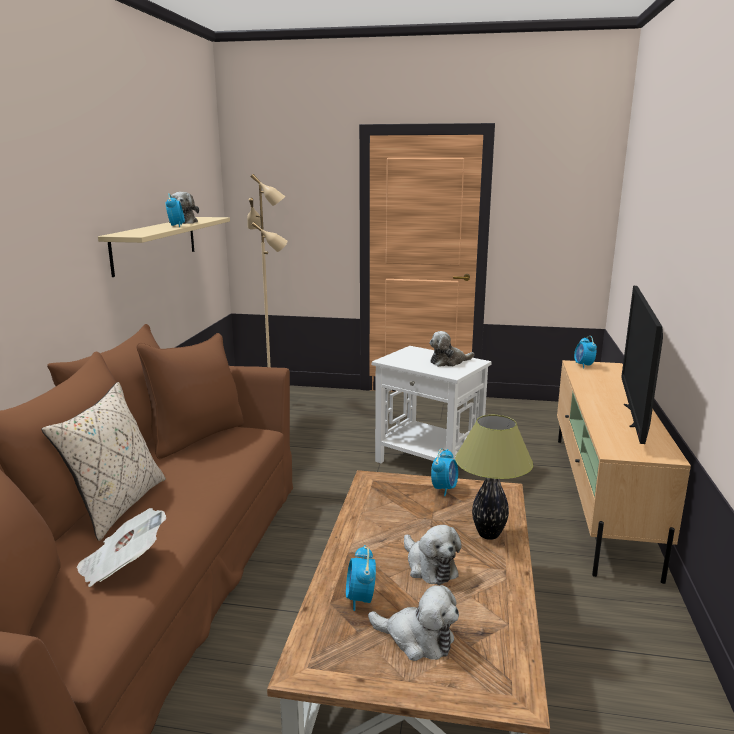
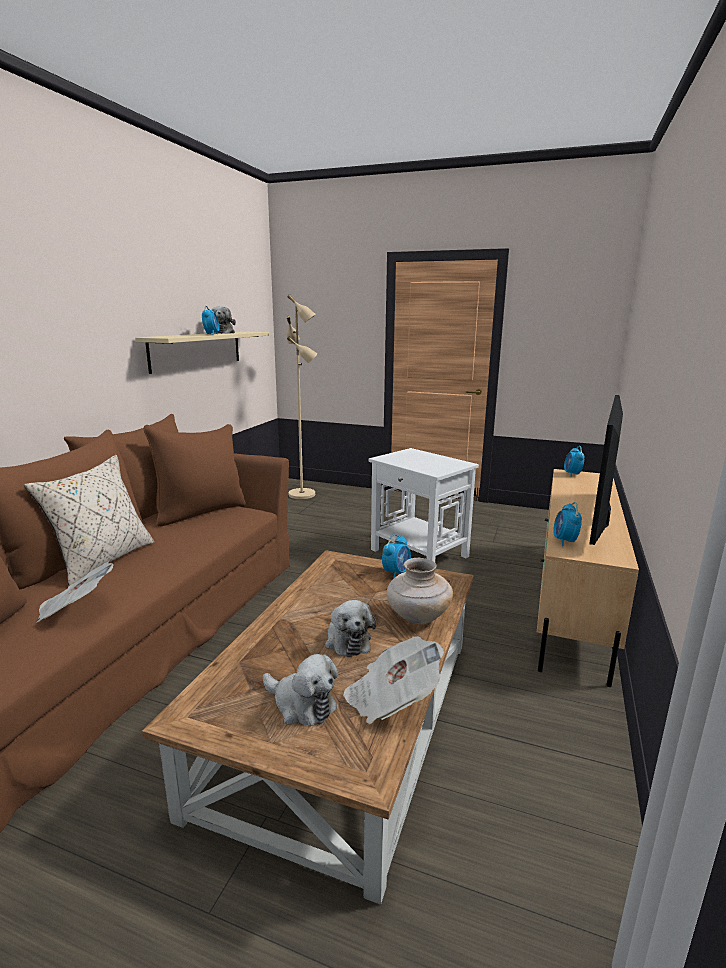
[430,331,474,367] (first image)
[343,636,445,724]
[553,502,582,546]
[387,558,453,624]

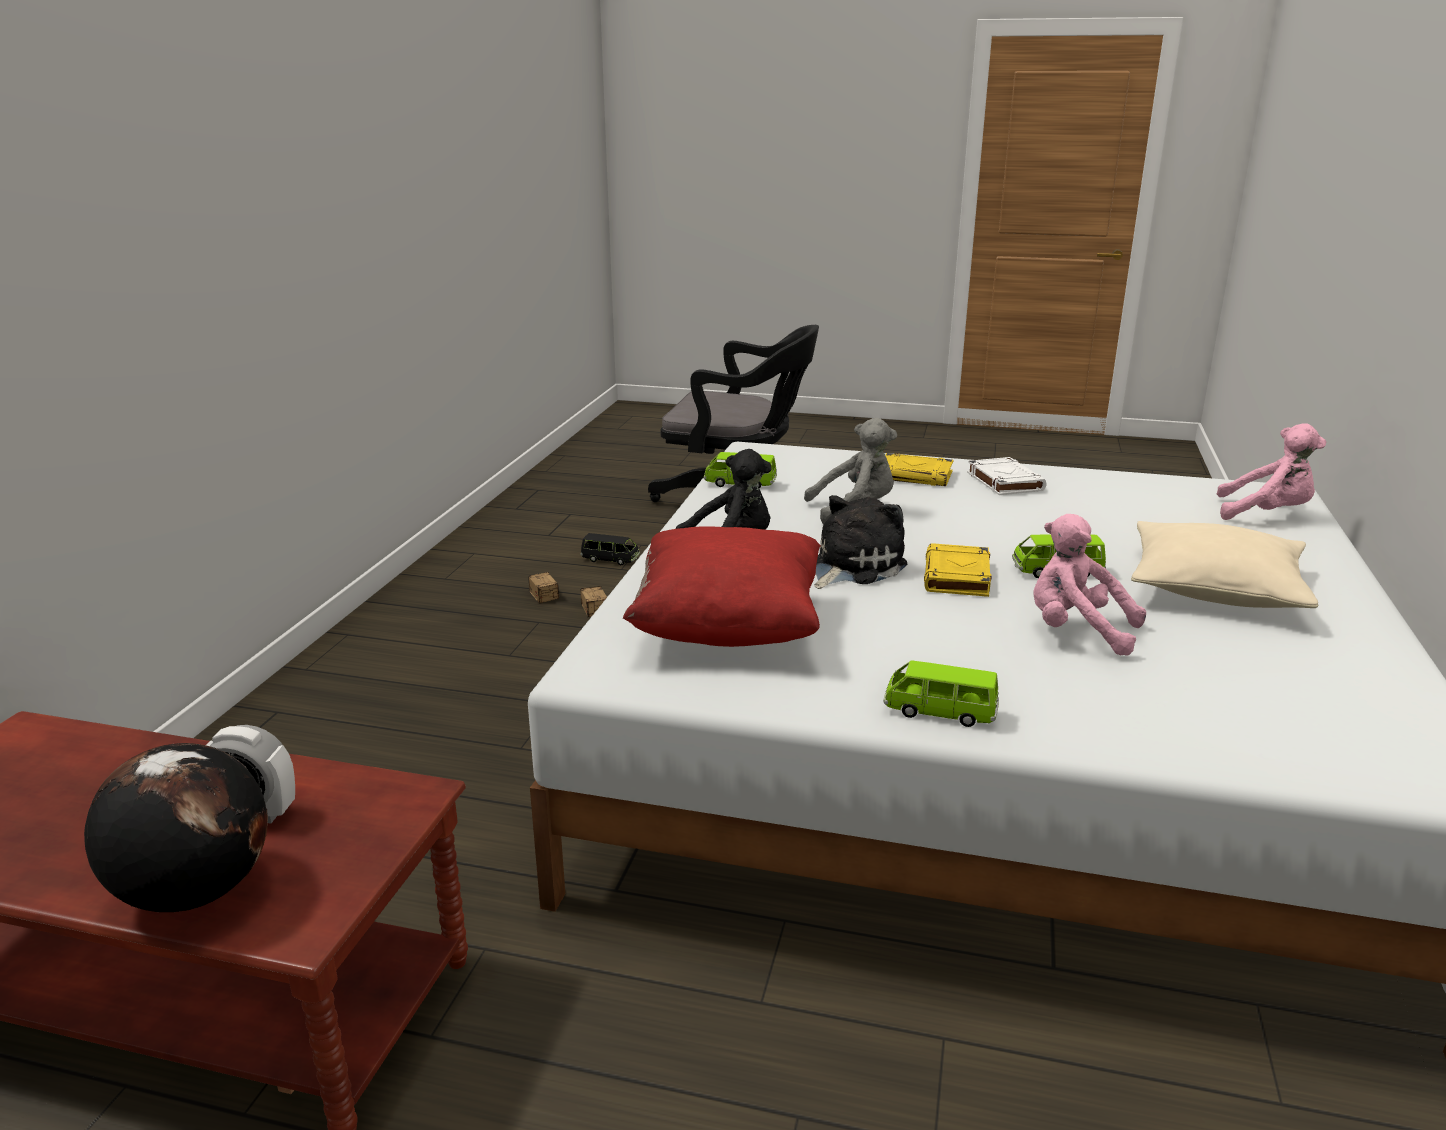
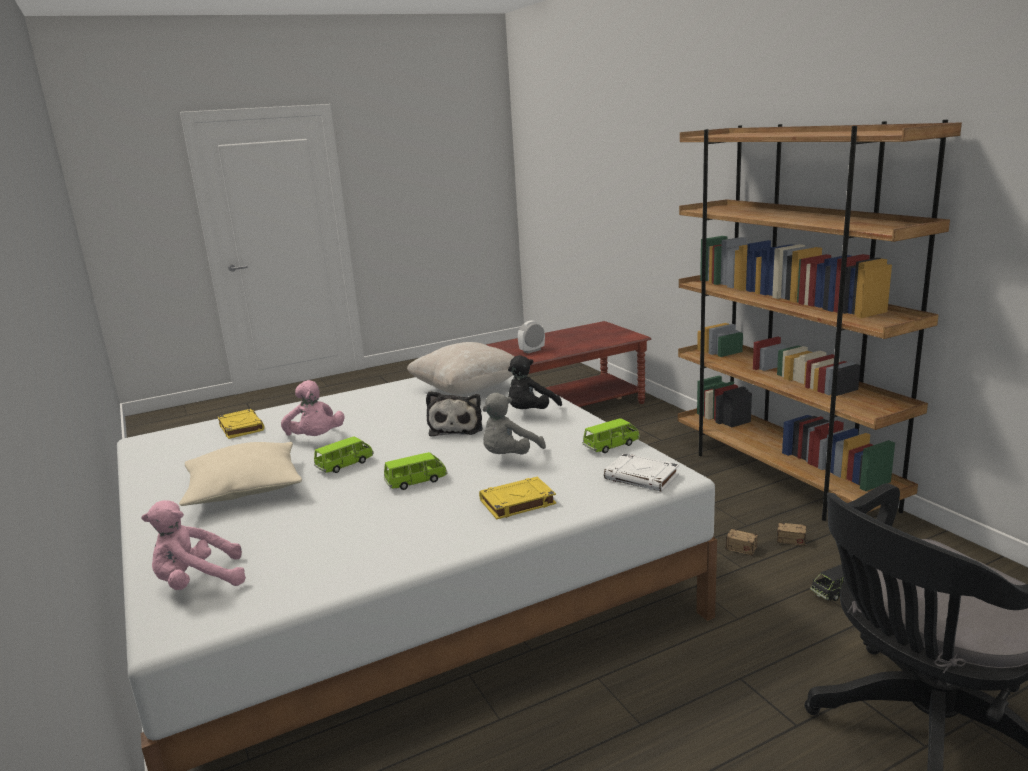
[84,743,268,912] (first image)
[678,120,962,521]
[384,452,448,490]
[218,409,264,439]
[604,453,679,492]
[407,342,515,394]
[281,380,345,436]

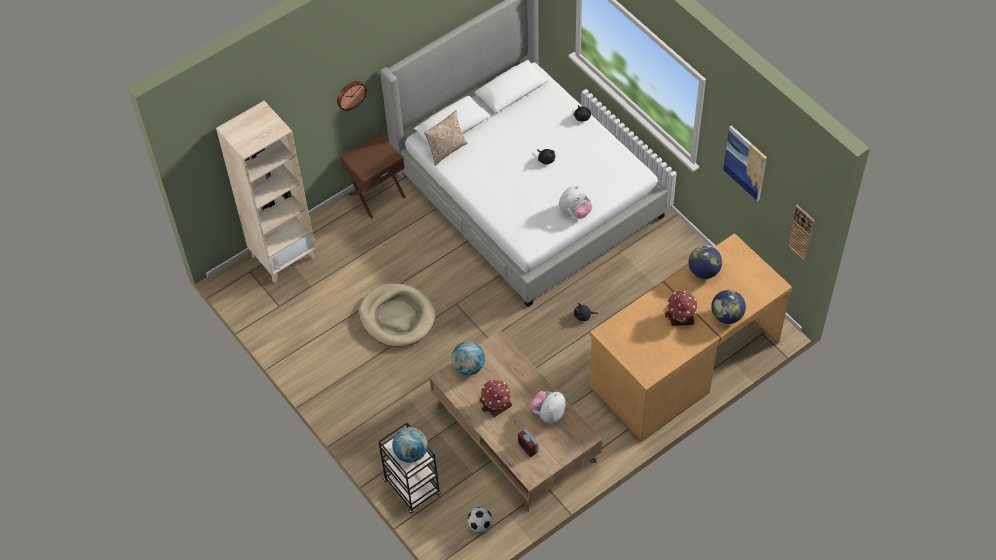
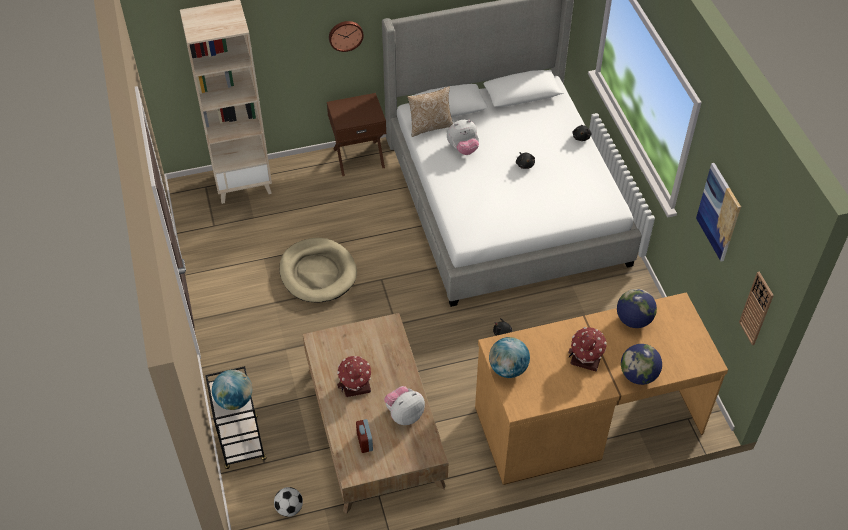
[489,337,530,378]
[447,120,479,155]

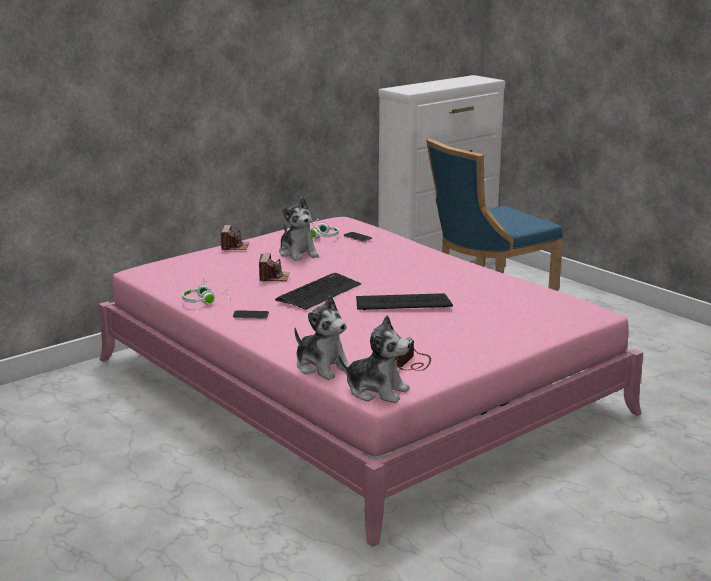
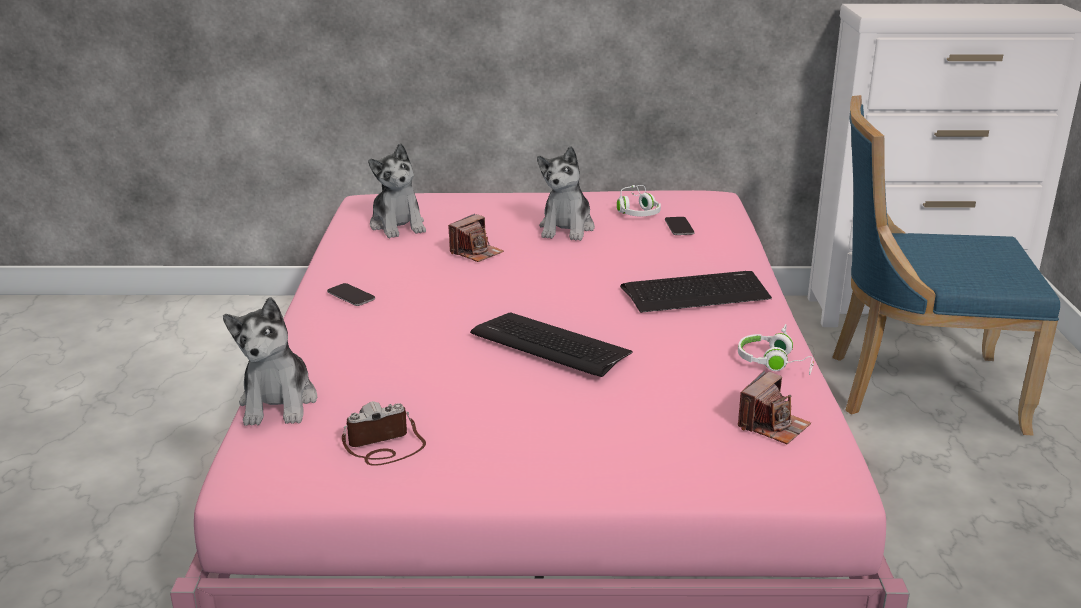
[738,324,814,375]
[738,370,811,444]
[620,271,772,313]
[368,143,426,238]

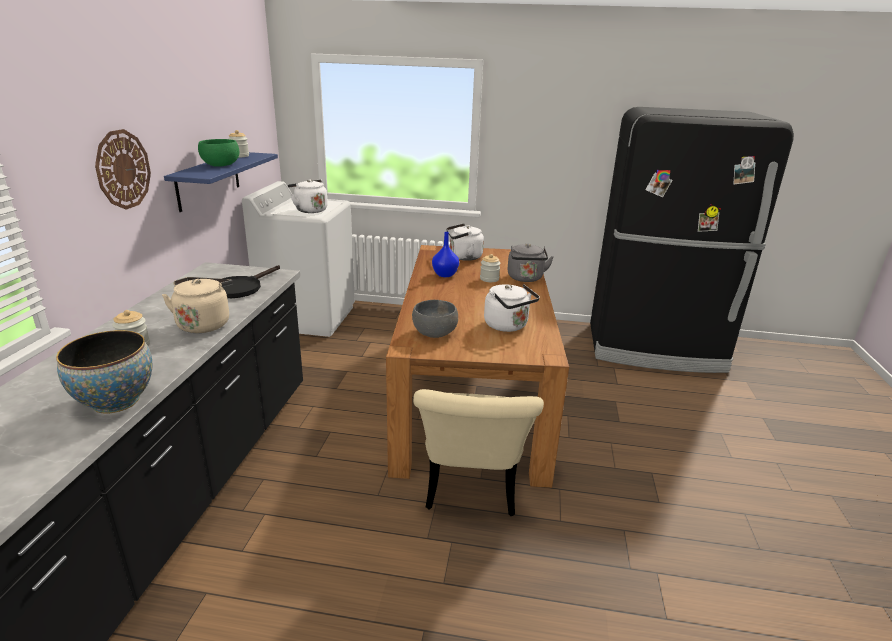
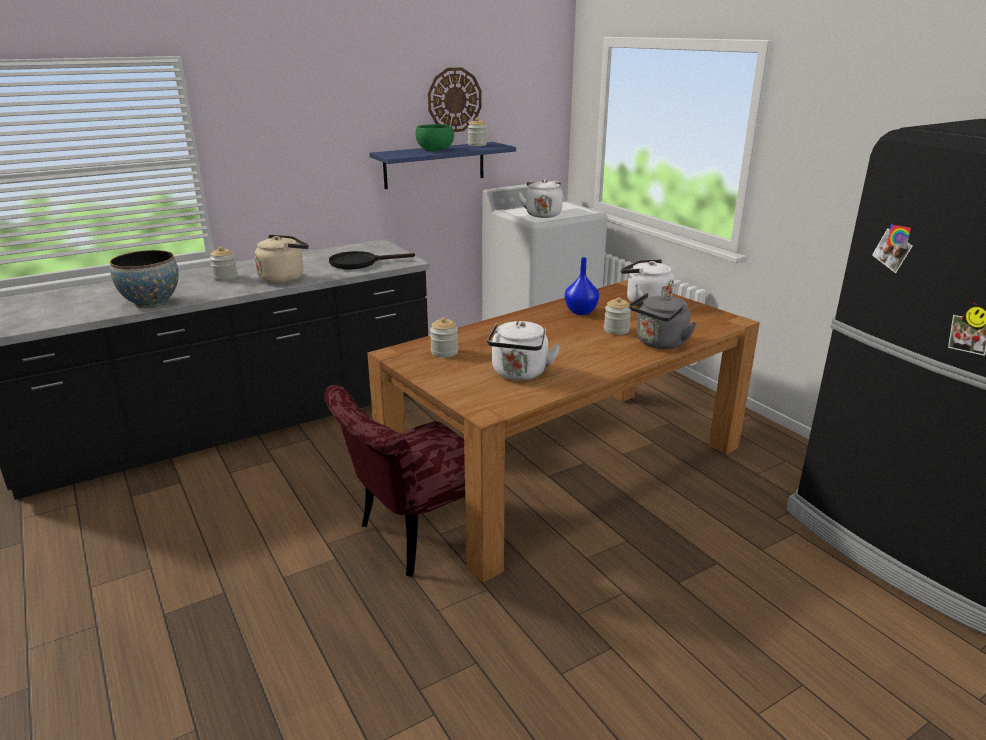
[428,67,482,132]
[430,317,458,358]
[324,385,465,577]

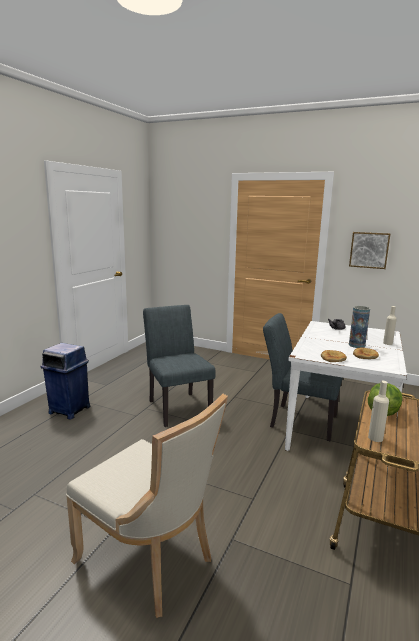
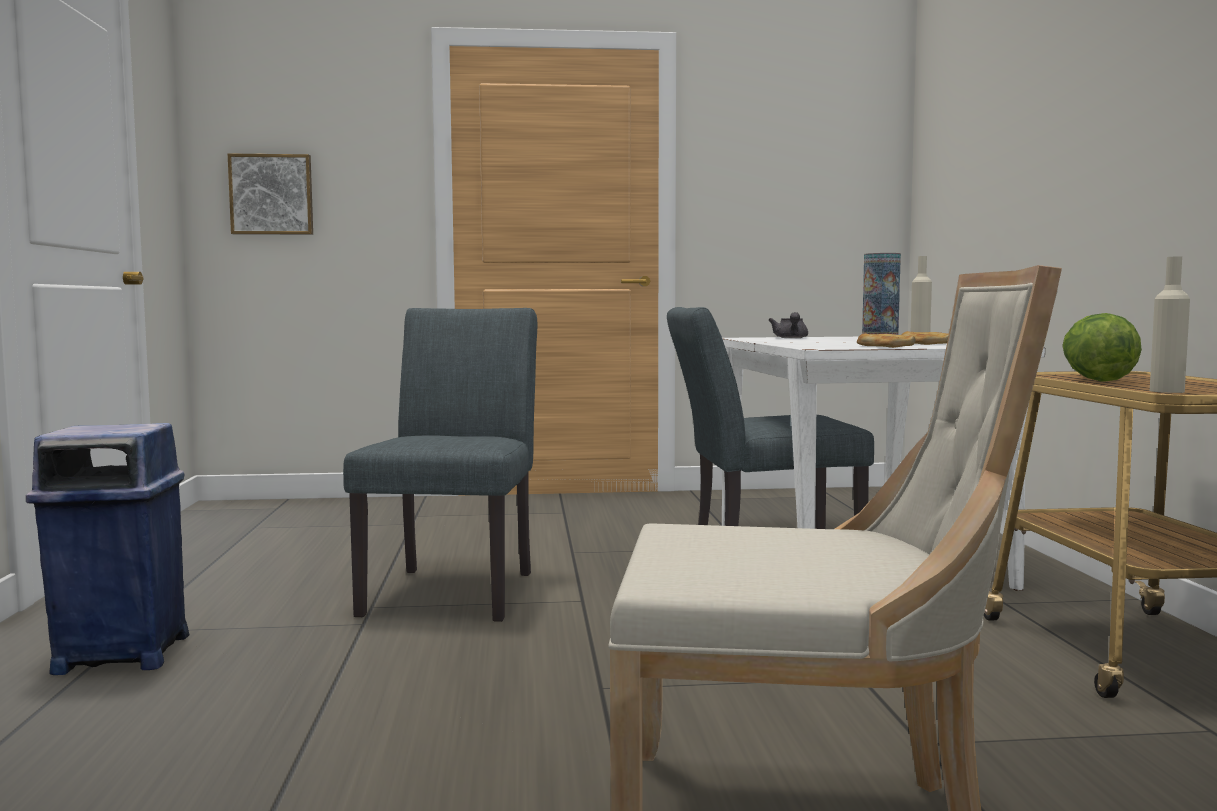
[228,153,313,235]
[343,308,537,622]

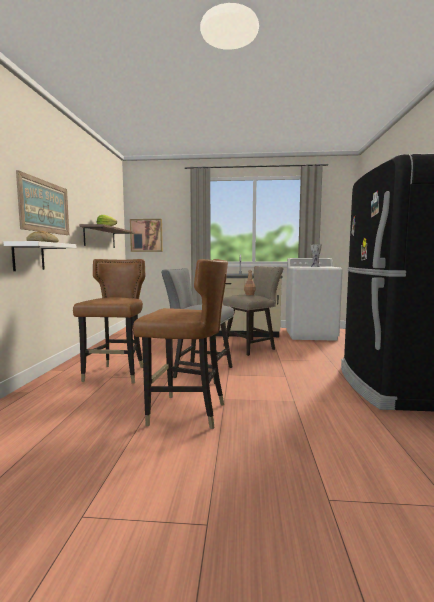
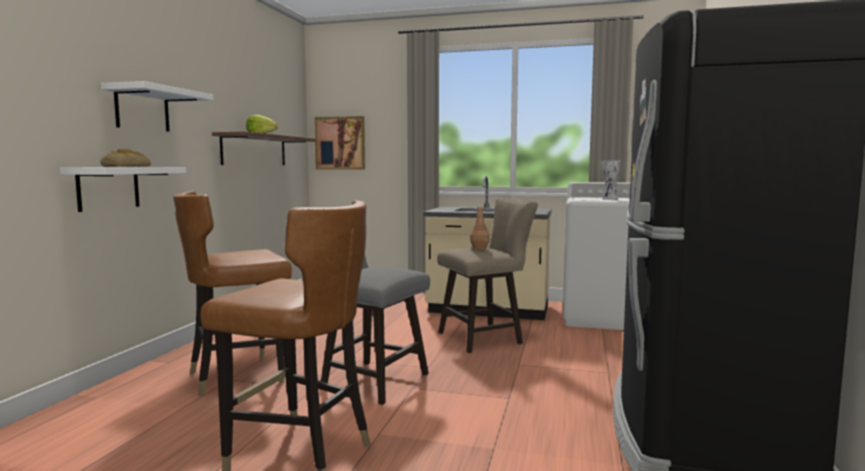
[101,81,213,132]
[173,191,292,396]

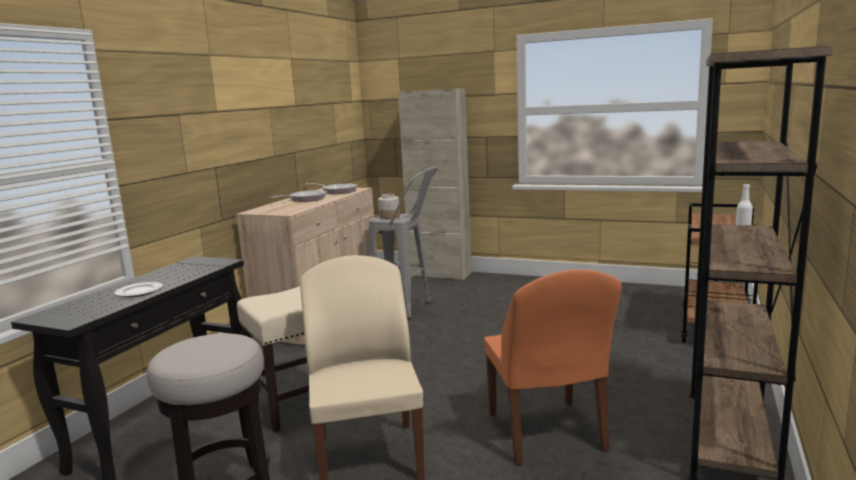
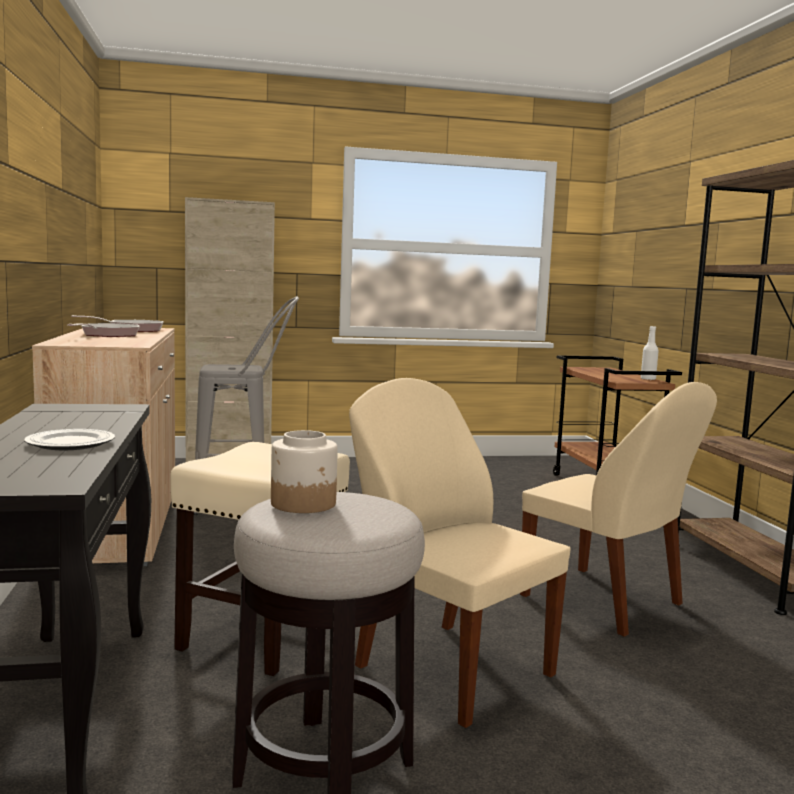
[271,430,338,513]
[520,382,717,637]

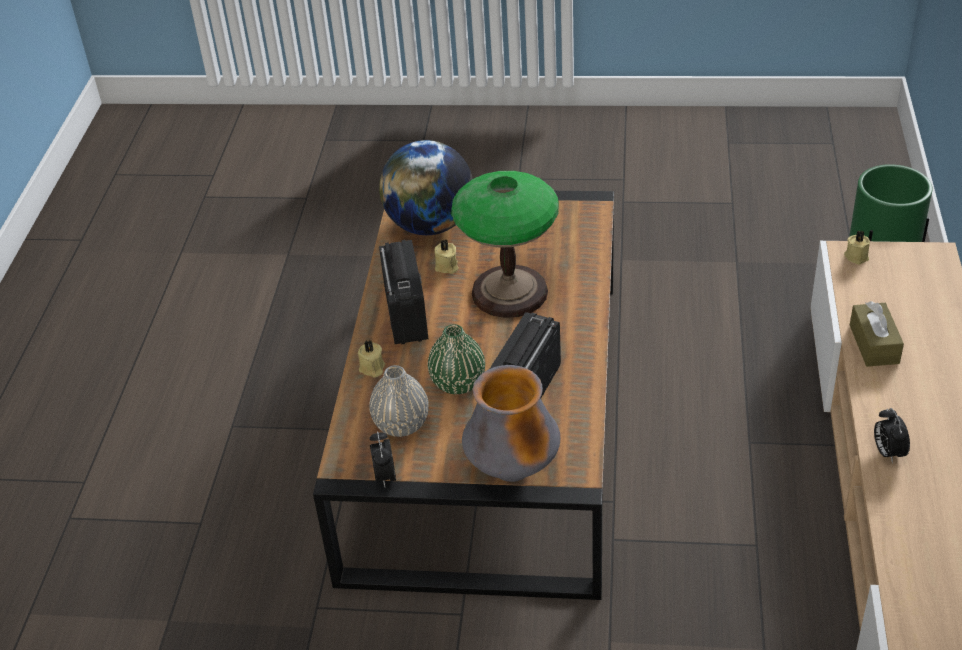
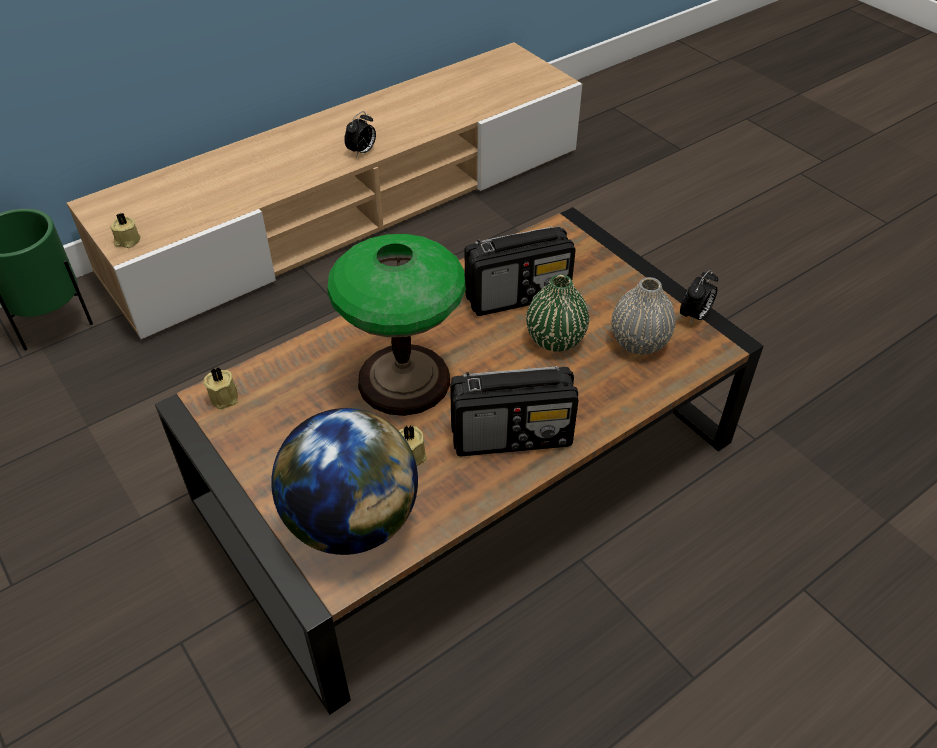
[462,365,560,482] (first image)
[850,301,904,367] (first image)
[203,367,238,409]
[450,366,579,456]

